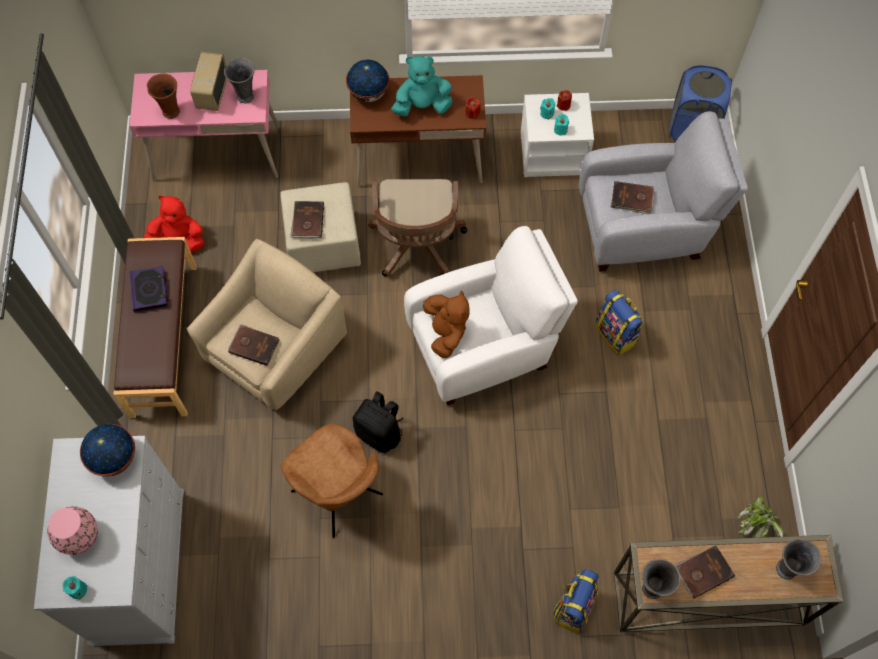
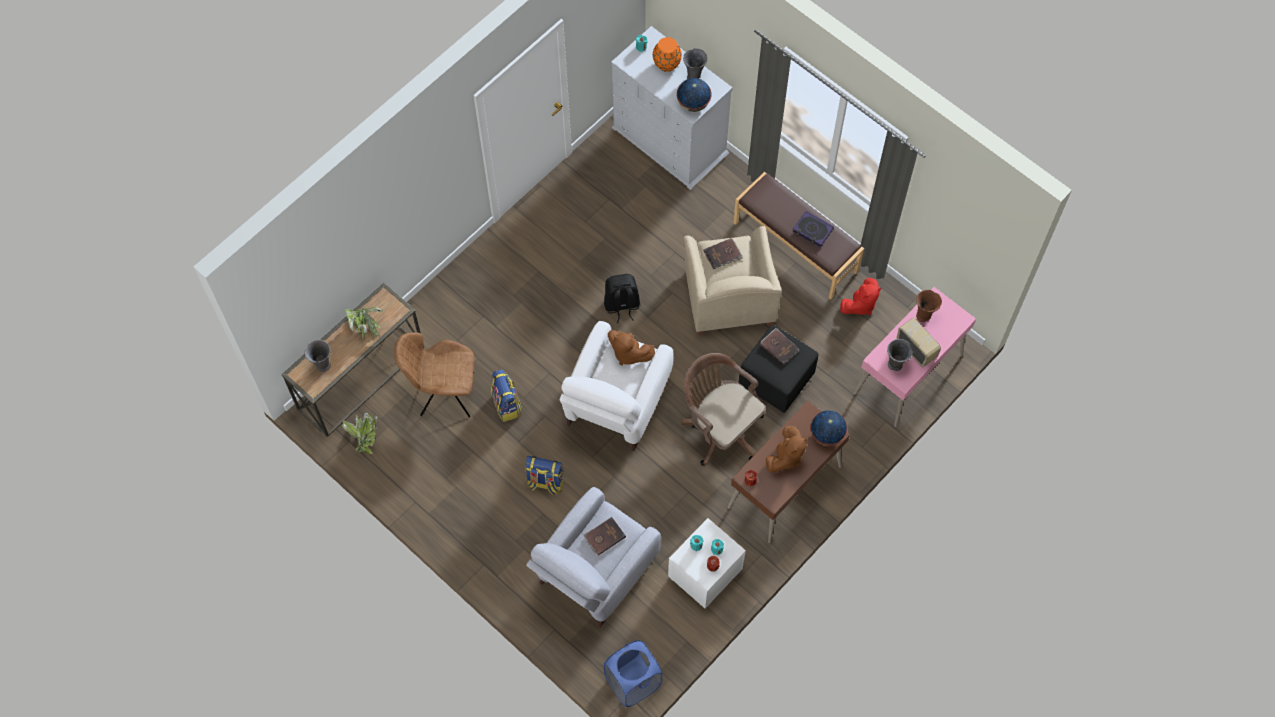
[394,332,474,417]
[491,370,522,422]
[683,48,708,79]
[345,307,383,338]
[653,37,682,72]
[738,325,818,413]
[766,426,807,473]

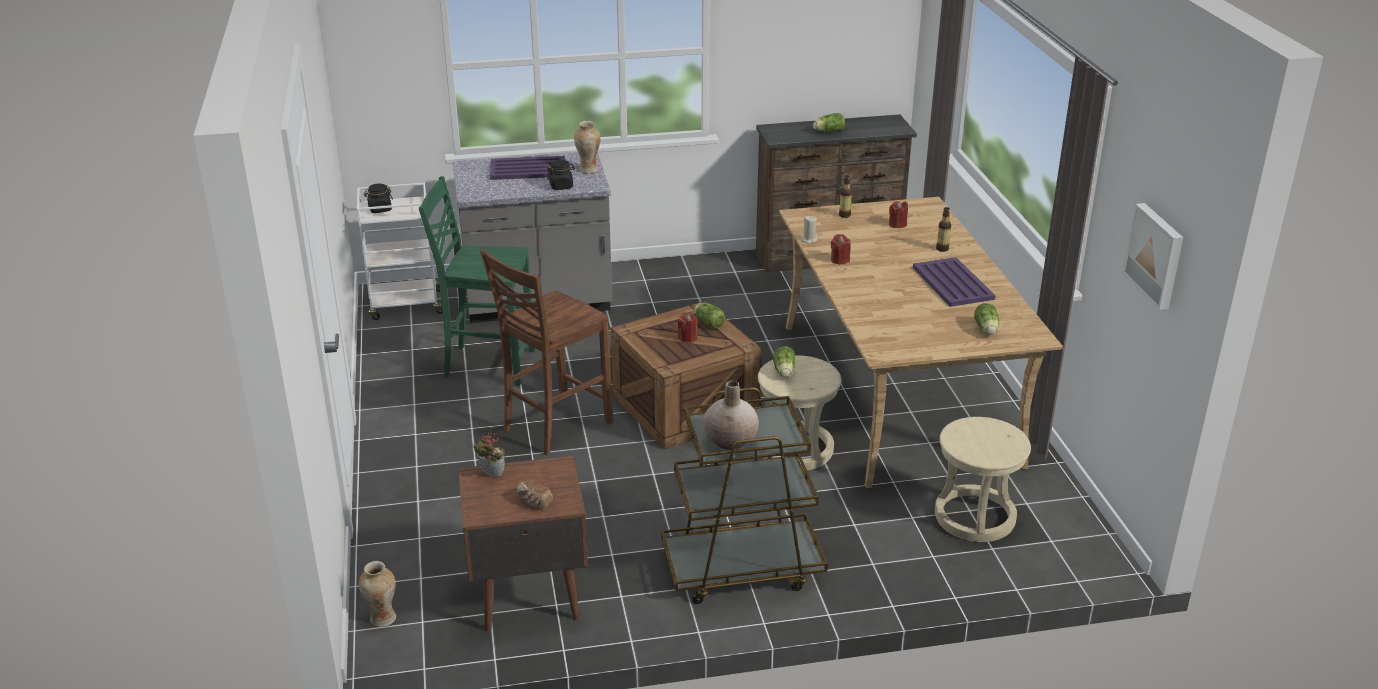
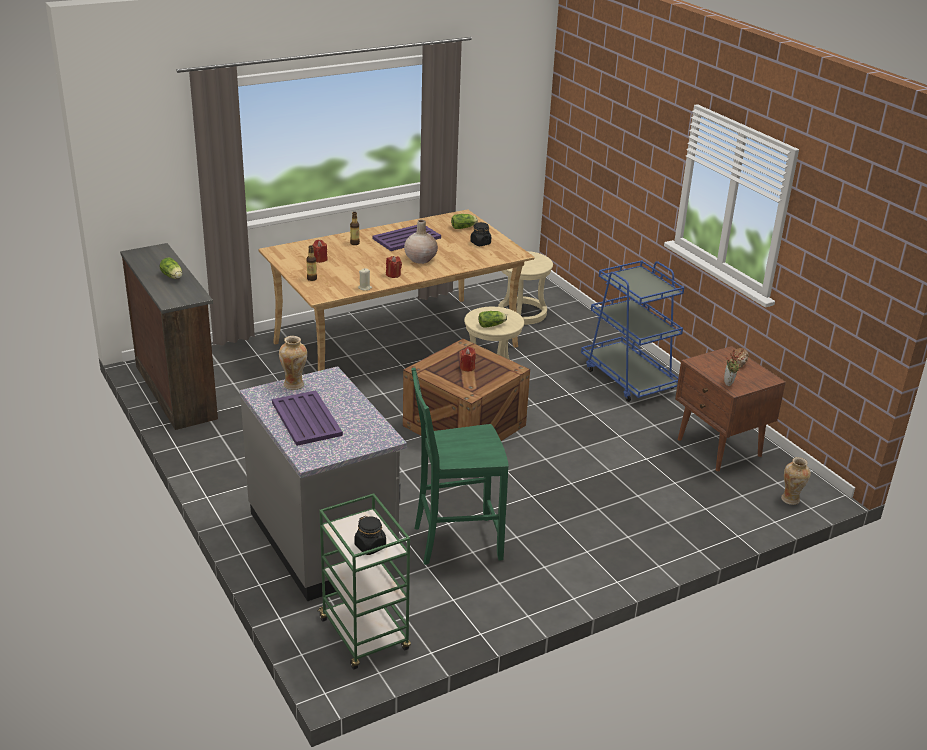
[480,249,613,455] (first image)
[694,303,725,329] (first image)
[1123,203,1183,310] (first image)
[470,222,491,246]
[404,220,438,264]
[318,493,411,670]
[581,260,685,402]
[411,368,509,565]

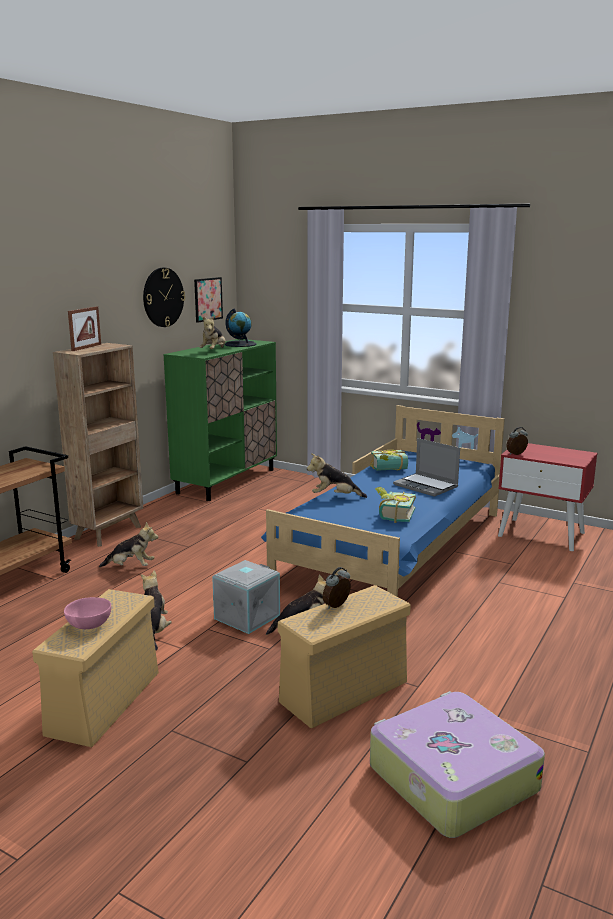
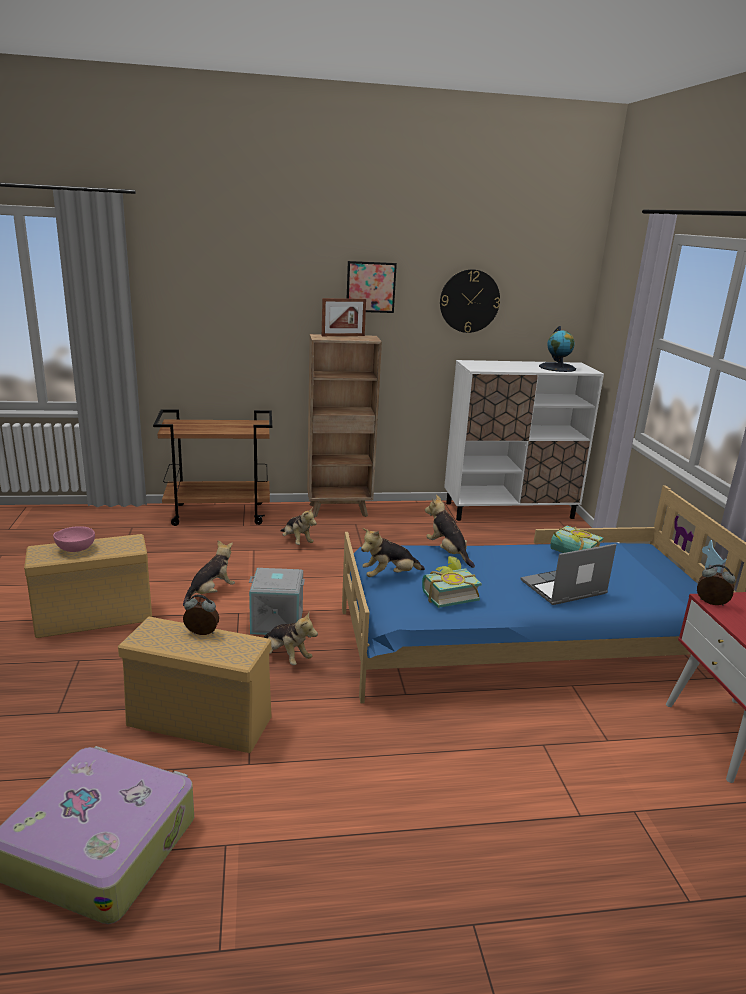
[347,261,397,313]
[361,528,425,577]
[444,360,604,521]
[521,544,617,605]

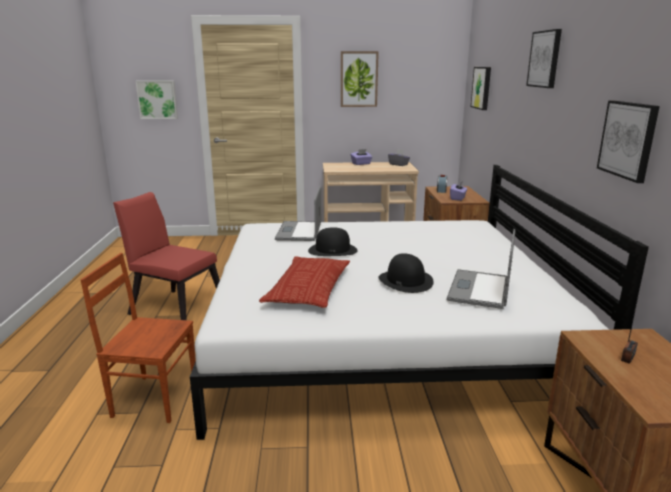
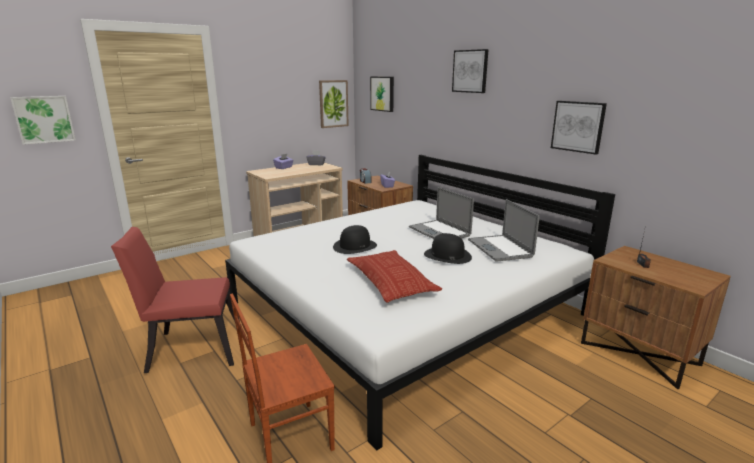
[409,187,474,239]
[319,80,349,128]

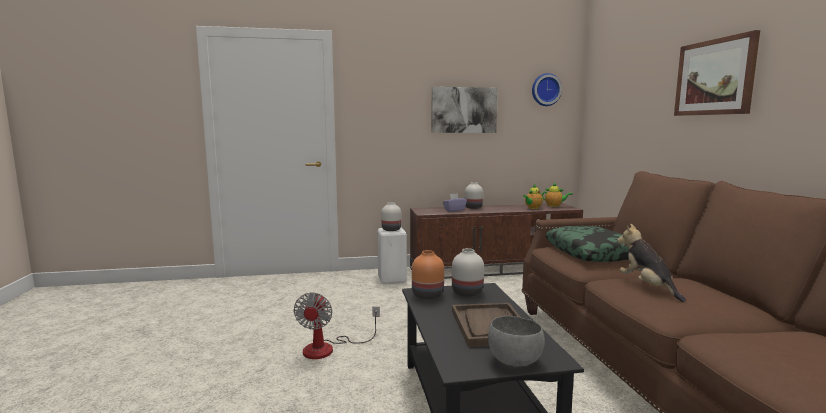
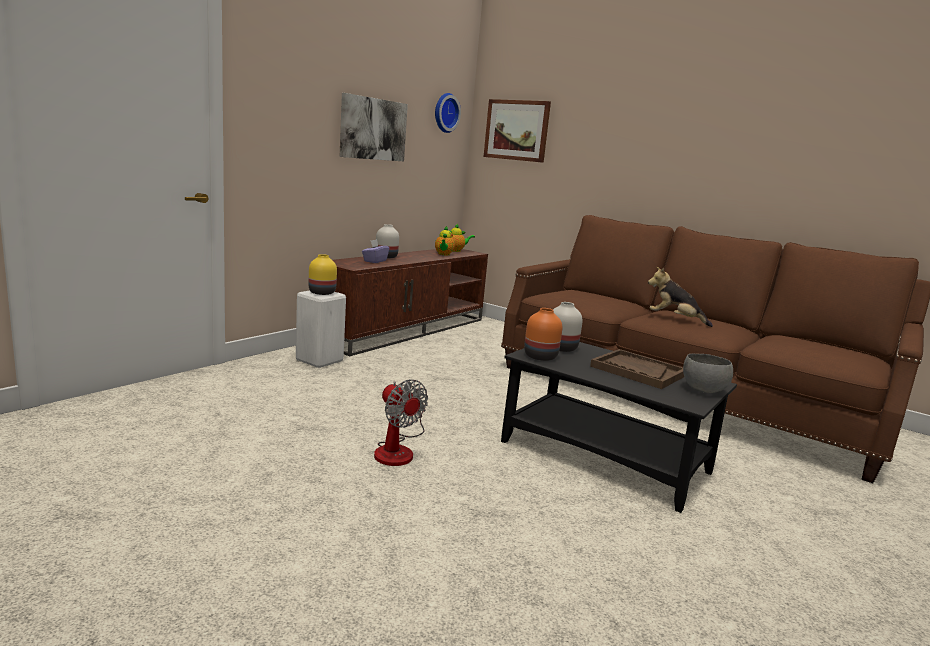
[545,226,629,262] (first image)
[484,99,551,163]
[309,254,337,295]

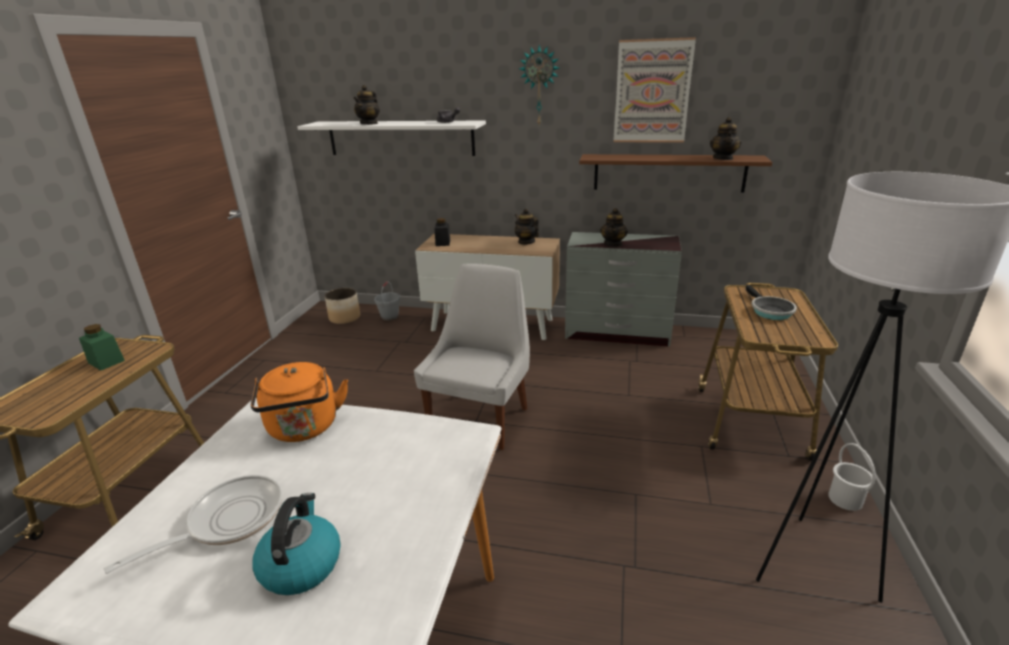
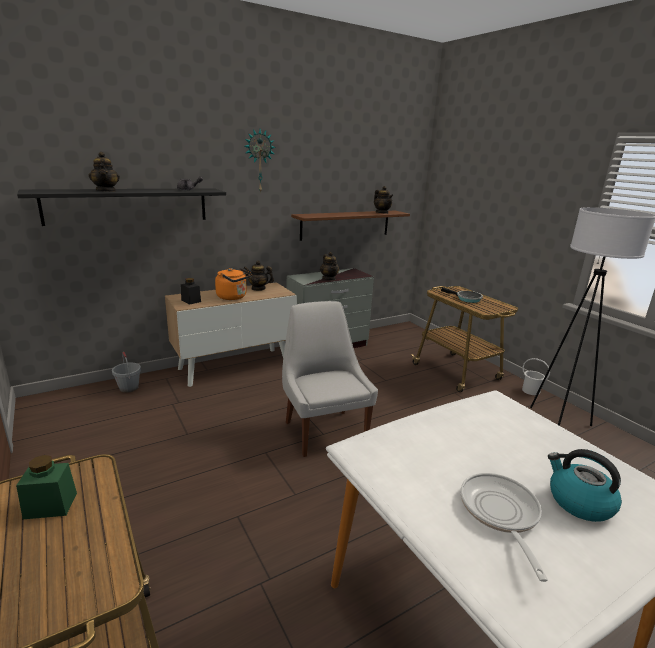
[325,288,360,324] (first image)
[613,37,696,142] (first image)
[215,268,252,300]
[17,188,226,226]

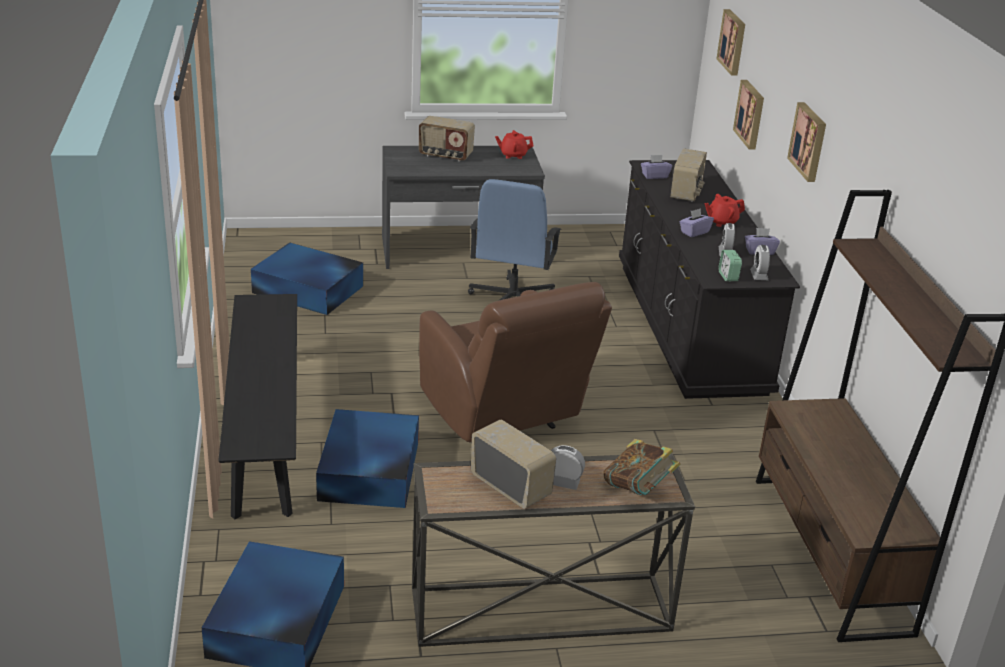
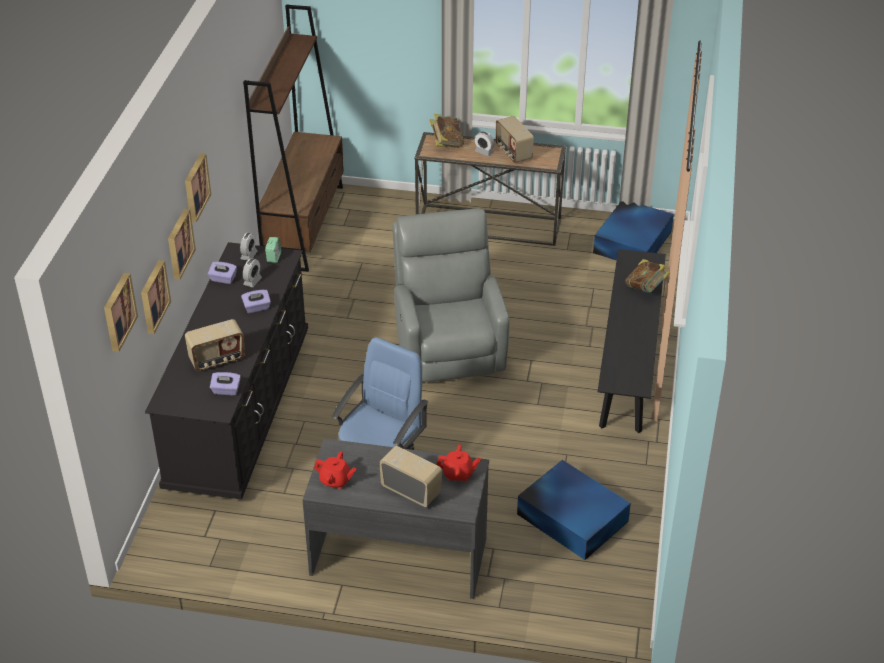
[316,409,419,508] (first image)
[168,209,196,280]
[626,259,670,293]
[437,444,481,481]
[392,208,510,382]
[185,319,245,371]

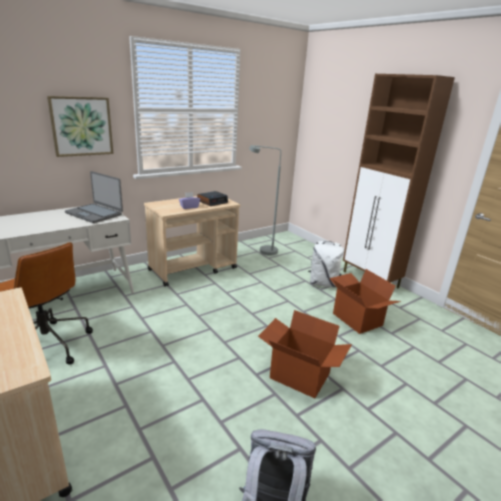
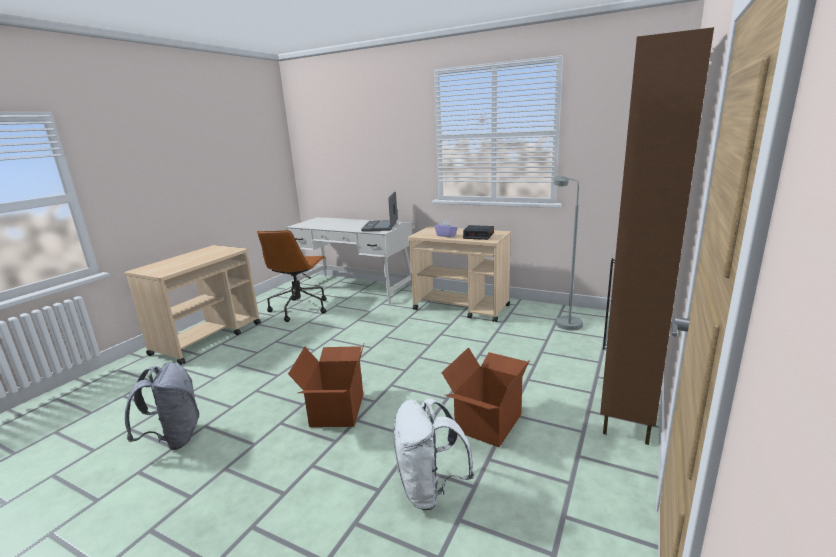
[47,96,114,157] (first image)
[393,398,475,510]

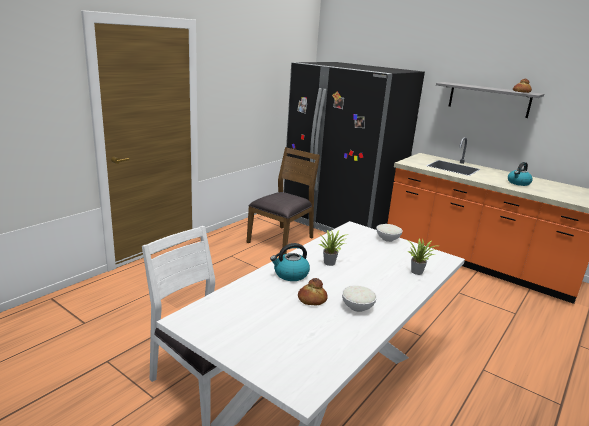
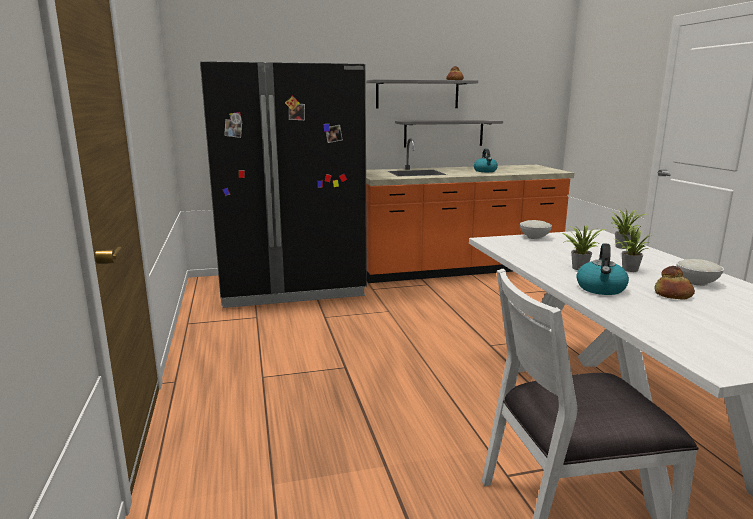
[247,147,320,255] (first image)
[395,120,503,147]
[615,225,650,272]

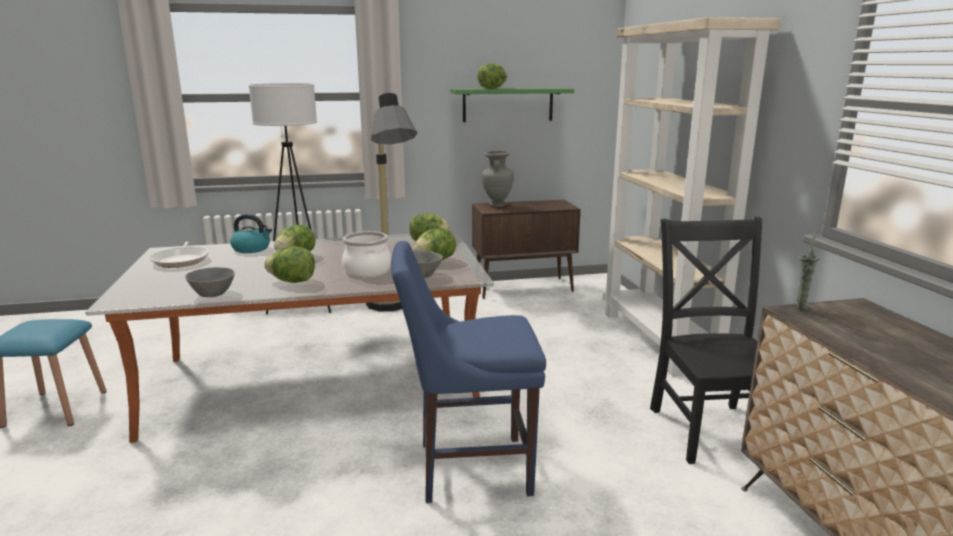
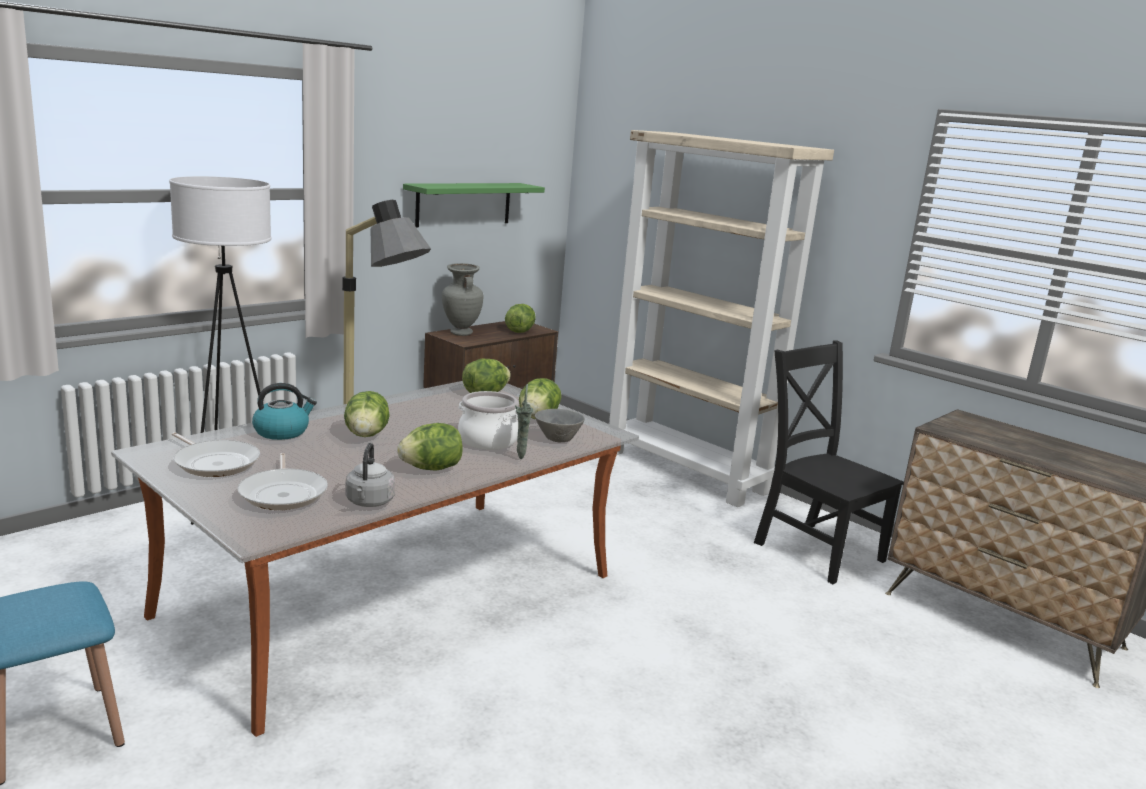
[391,241,546,503] (first image)
[238,453,328,510]
[505,304,536,333]
[515,384,533,459]
[346,443,395,507]

